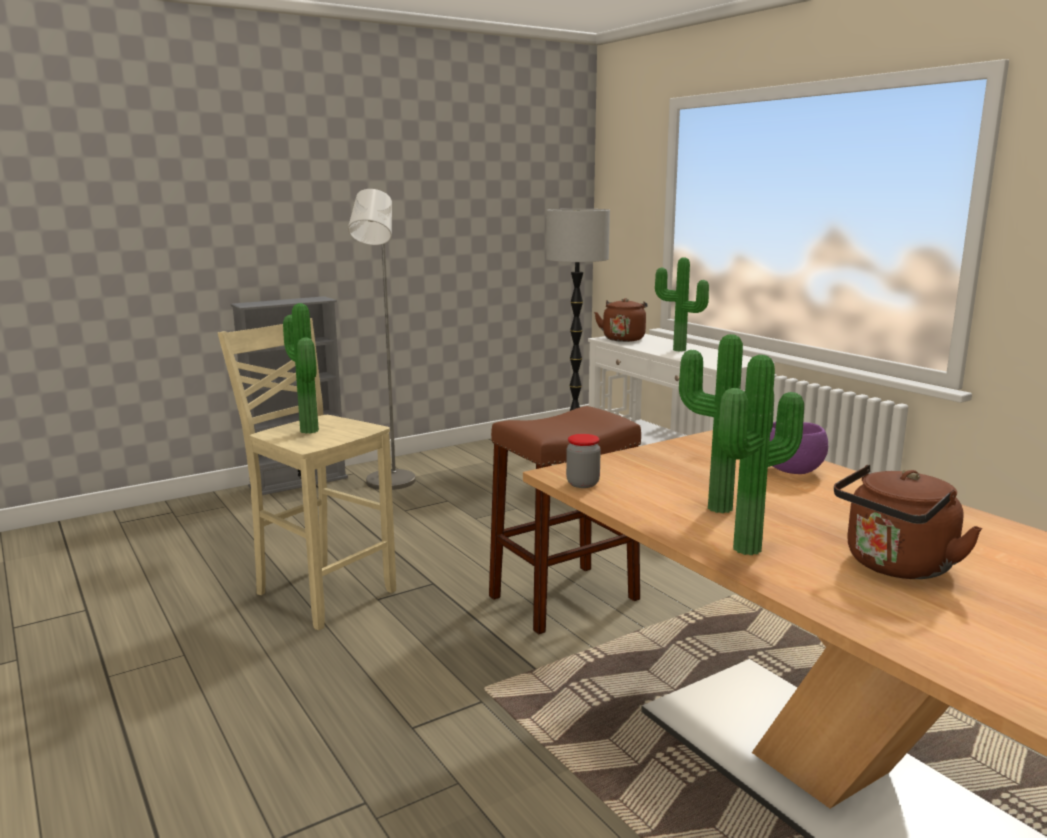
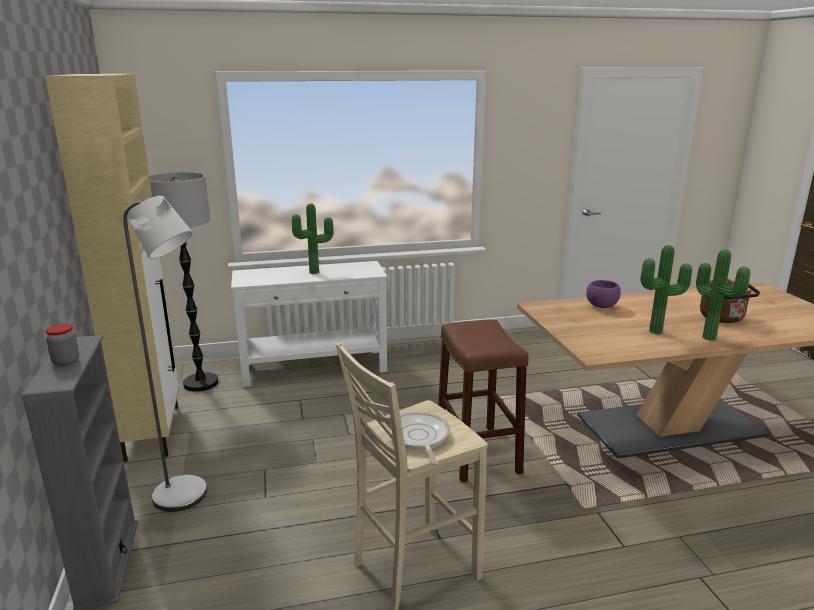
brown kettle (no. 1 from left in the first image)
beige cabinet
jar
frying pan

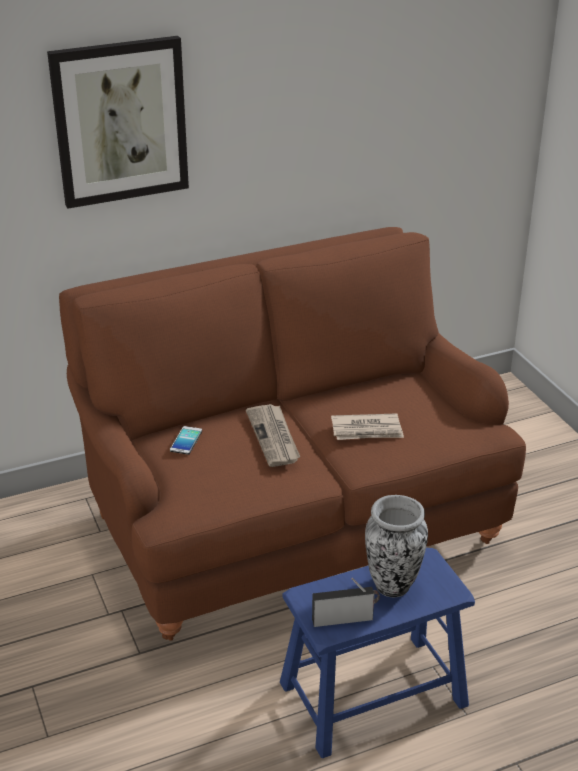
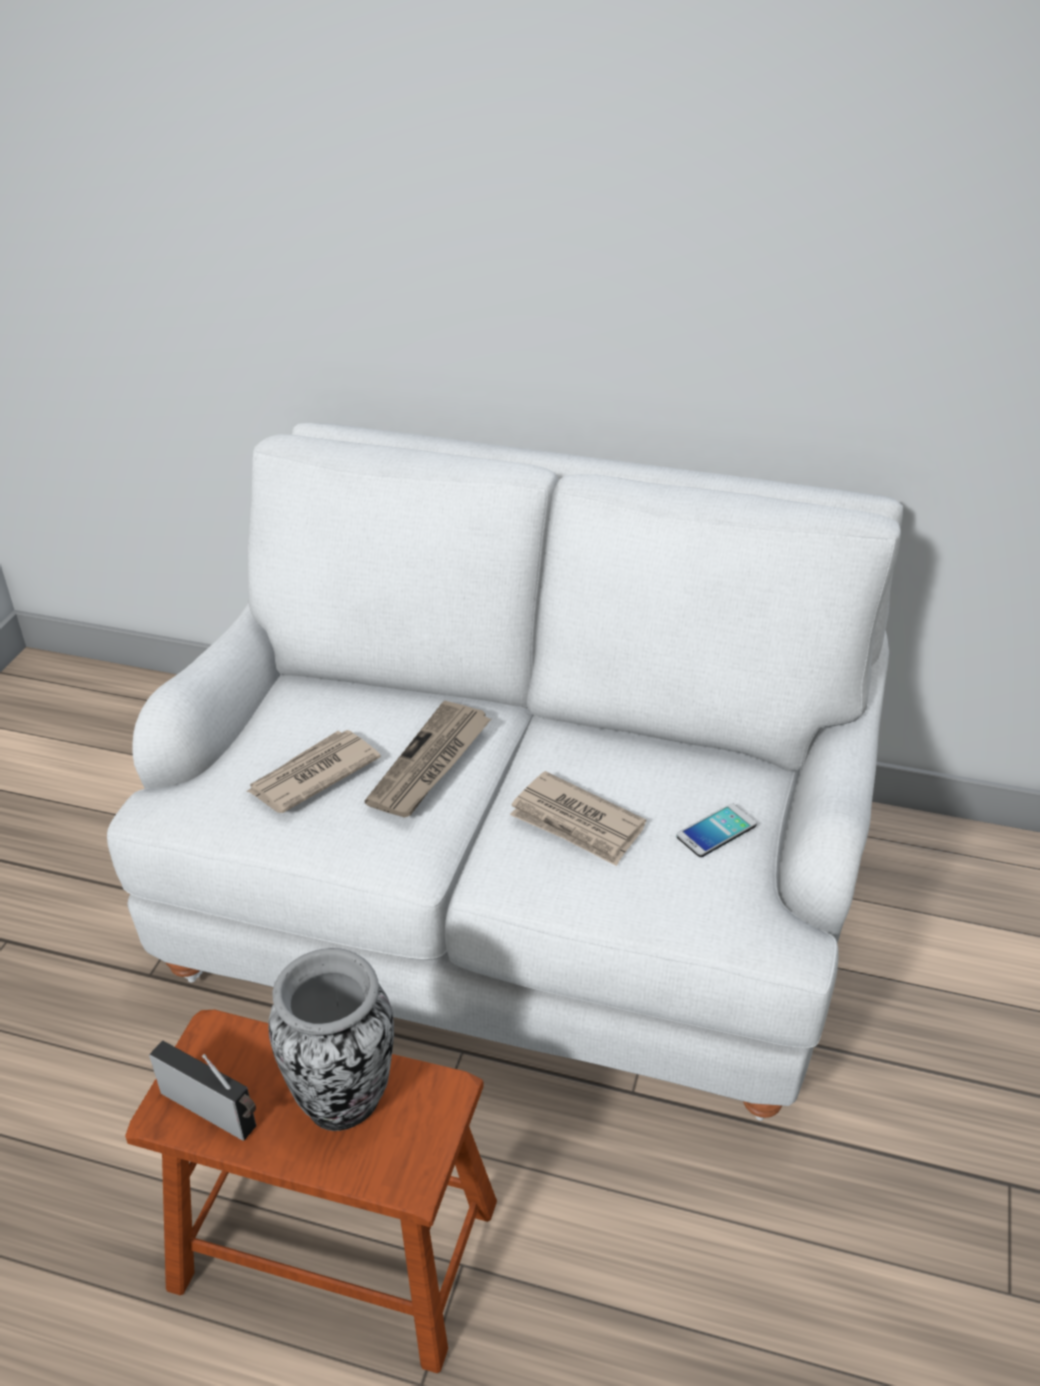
picture
newspaper (no. 1 from left)
phone
white sofa
brown stool

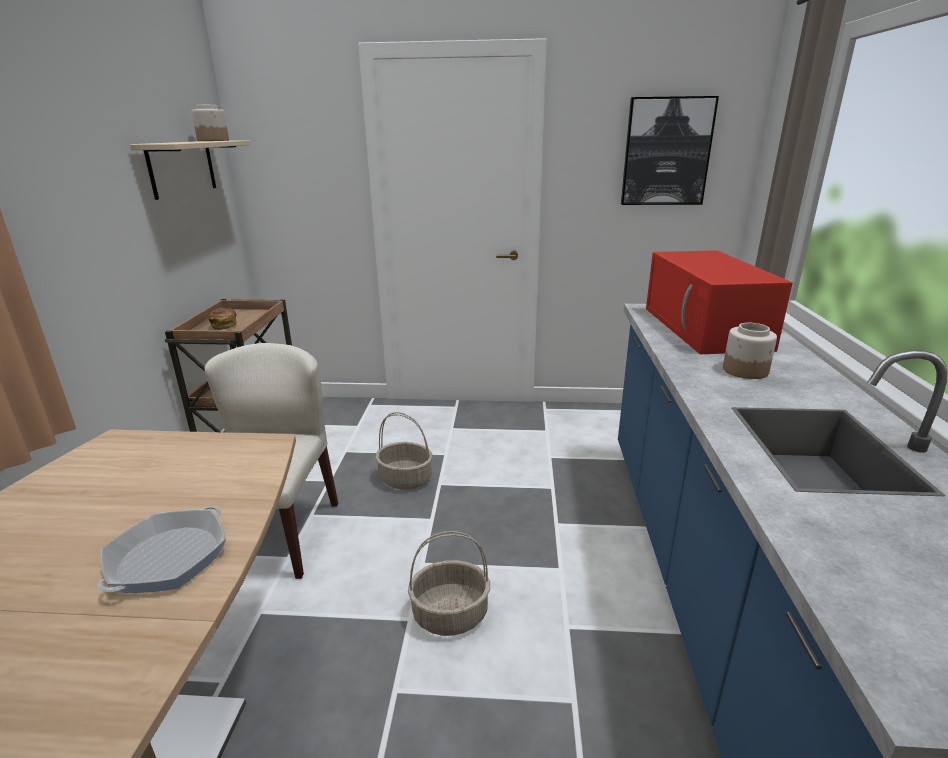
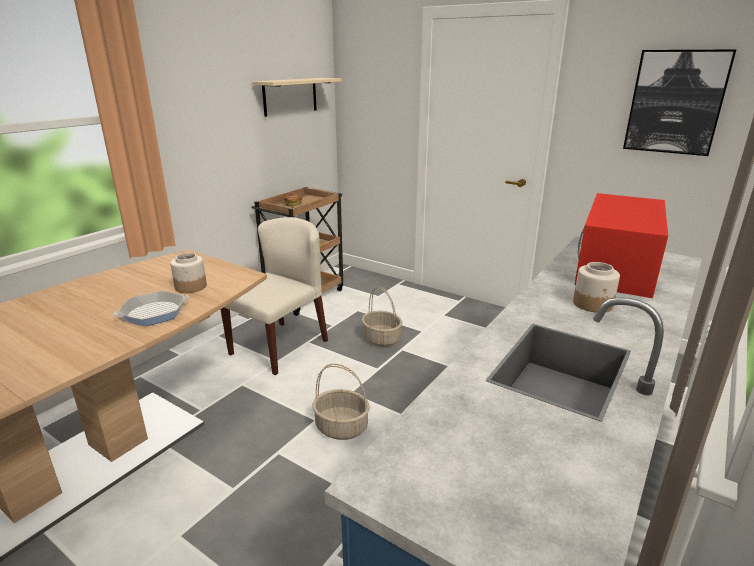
jar (no. 1 from left)

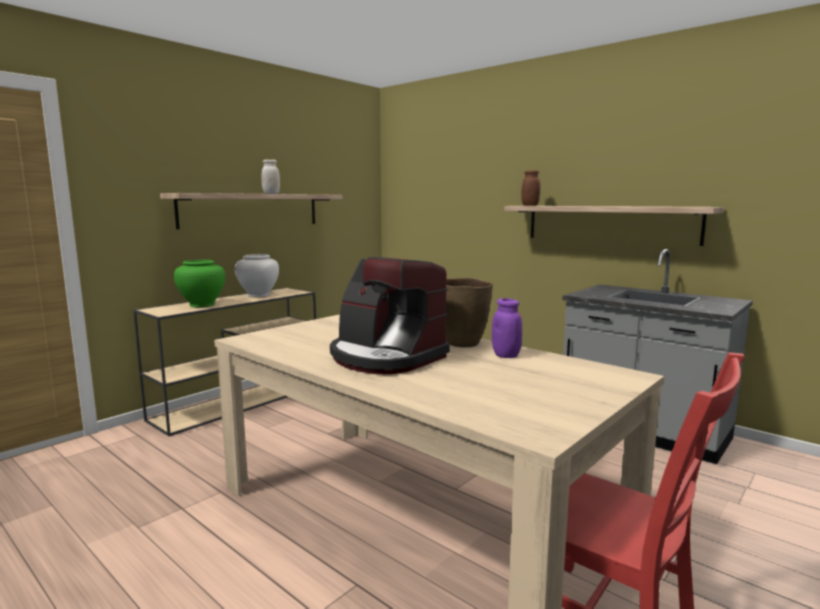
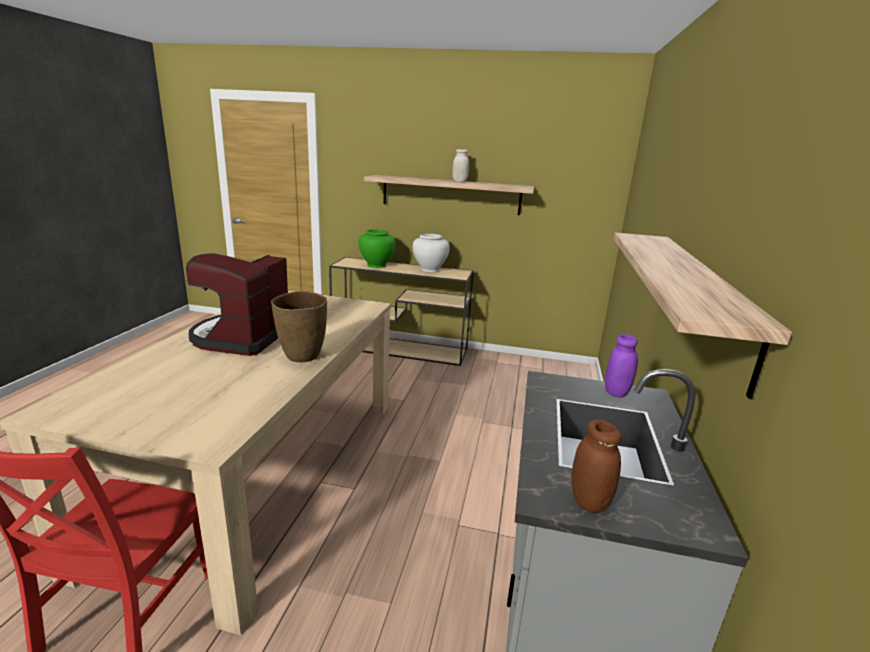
purple jar
brown jar

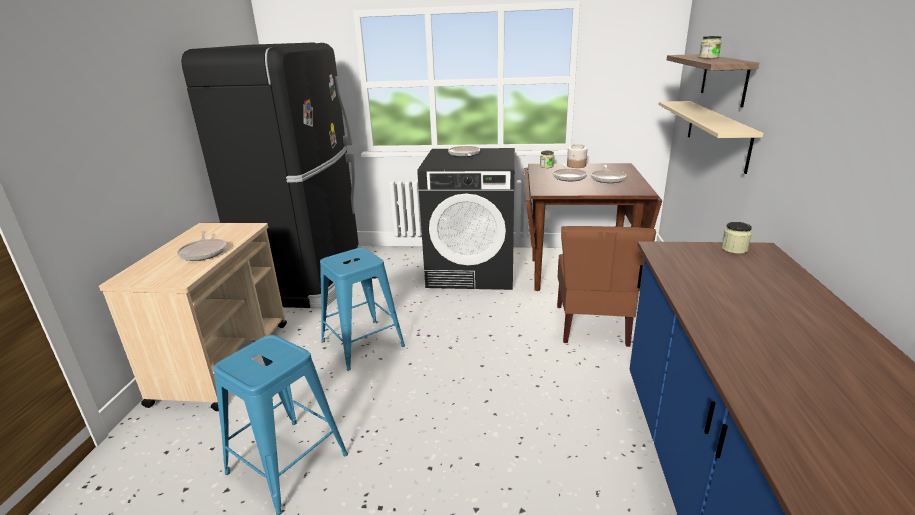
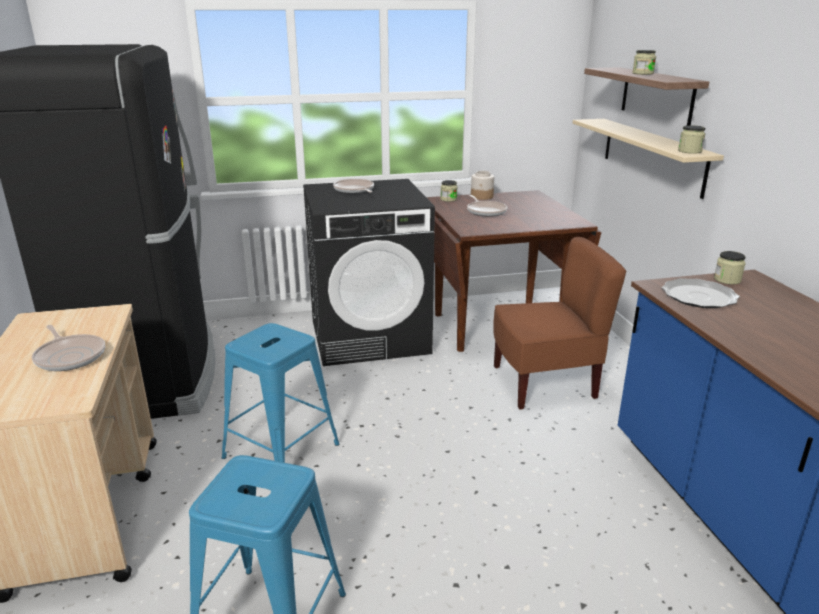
frying pan (no. 4 from left in the first image)
plate
jar (no. 4 from left)
brown chair

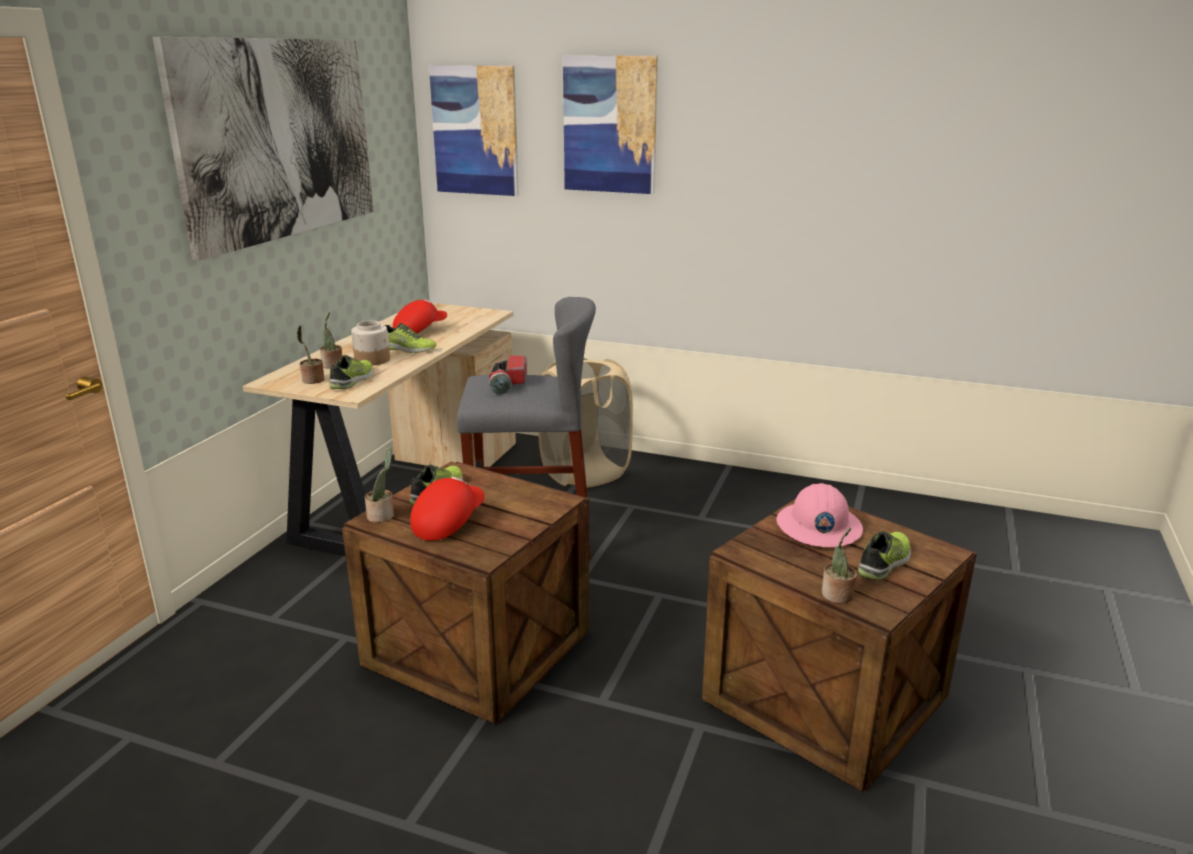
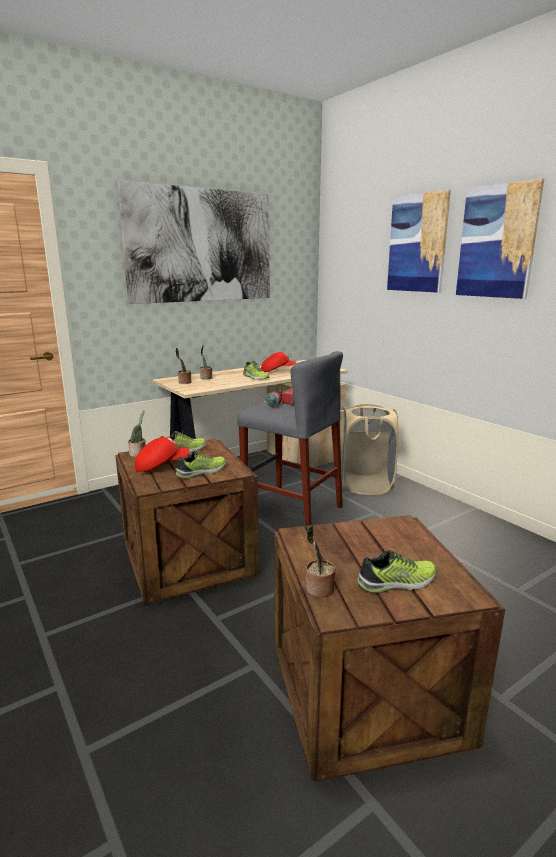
jar
pink hard hat
shoe (no. 2 from left)
picture (no. 3 from left)

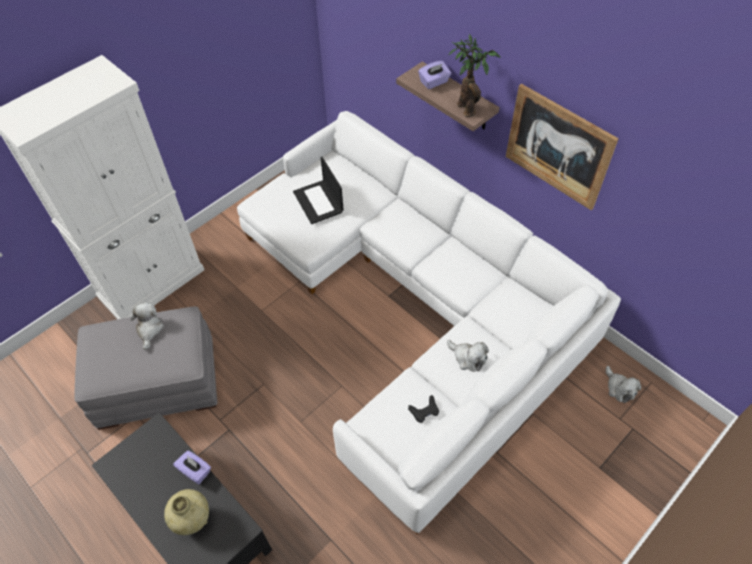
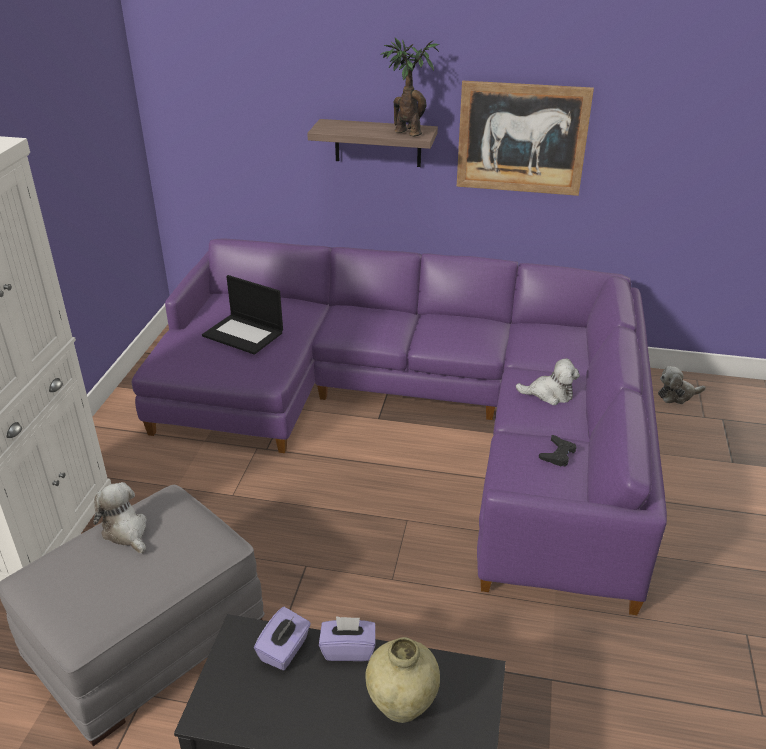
purple tissue box (no. 1 from left)
purple sofa
plush toy (no. 3 from left)

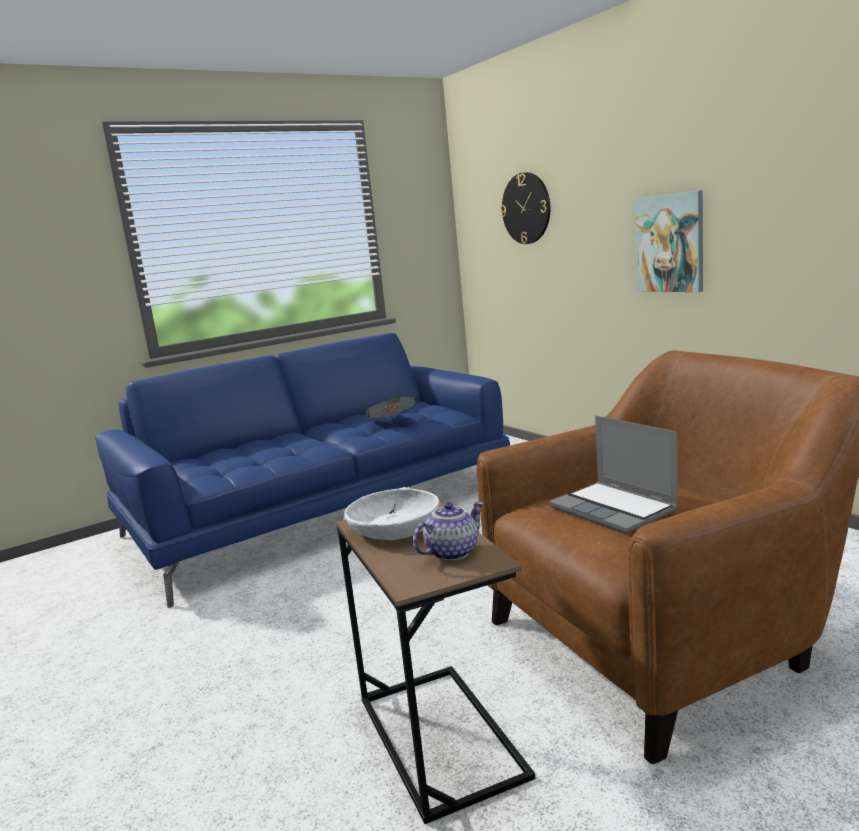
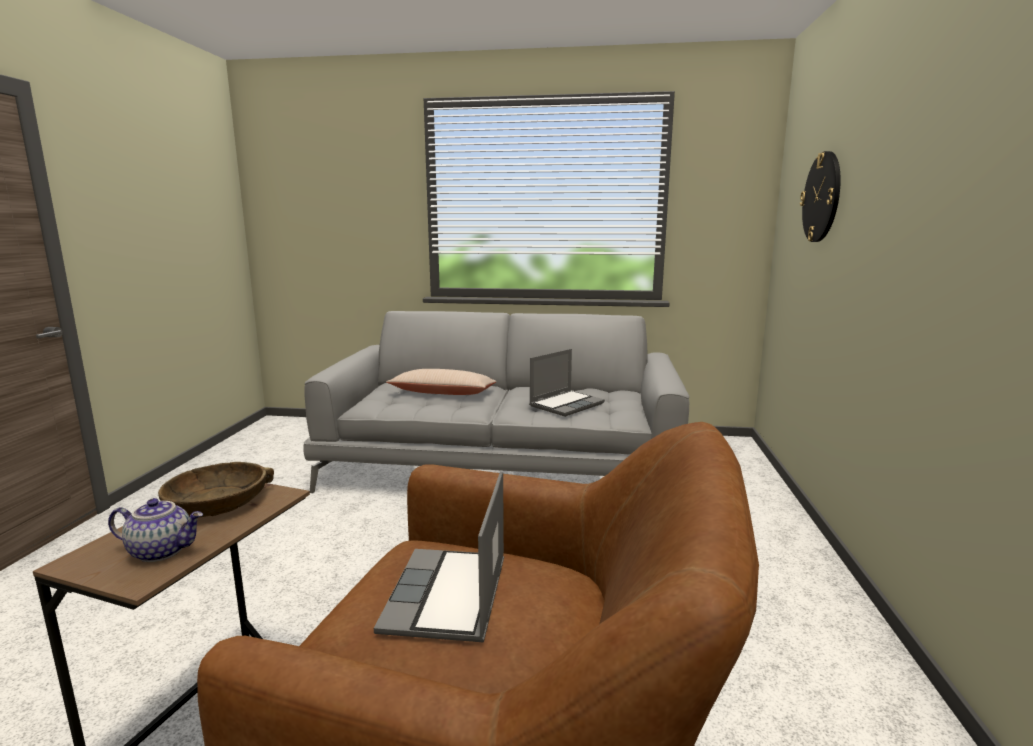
picture
beige pillow
laptop (no. 2 from left)
grey sofa
brown bowl

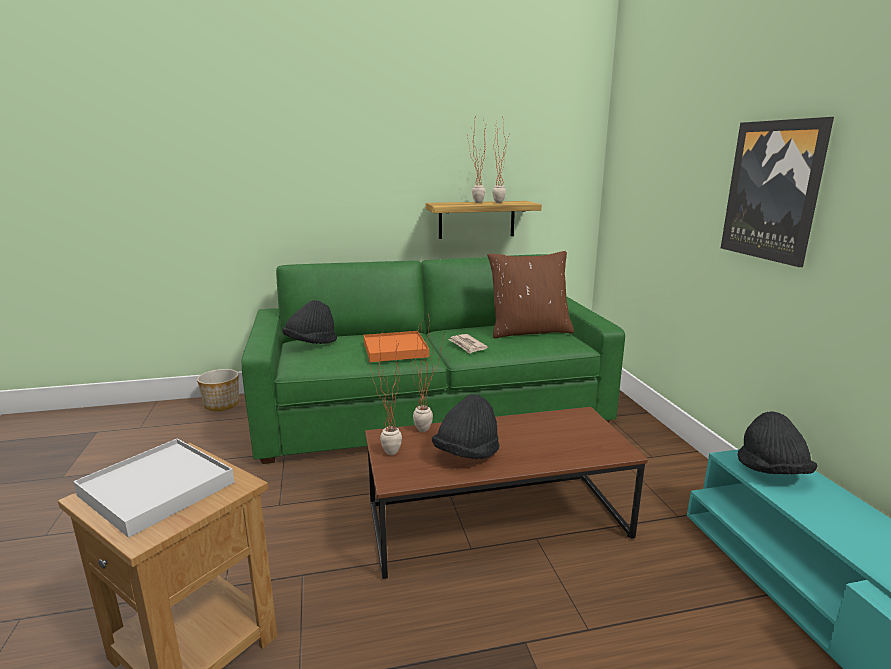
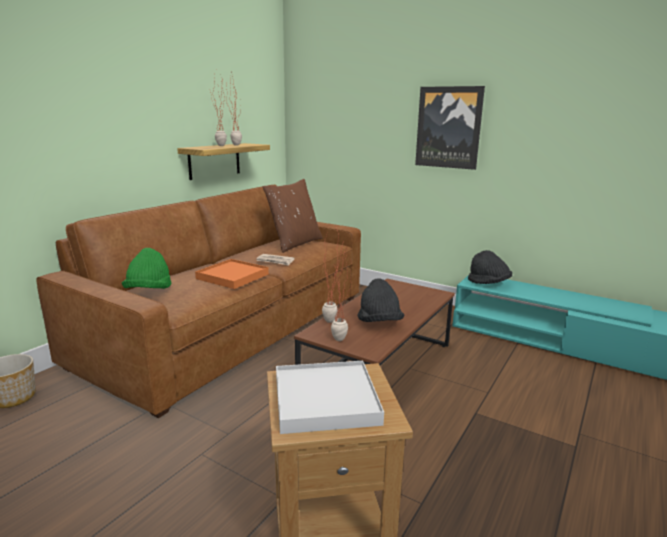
brown sofa
green hat

